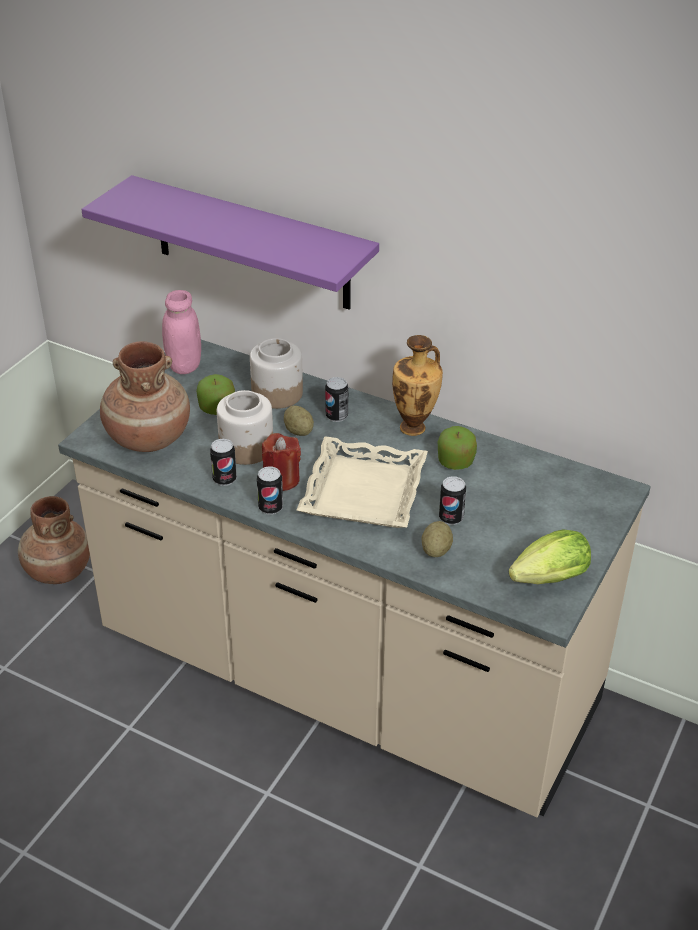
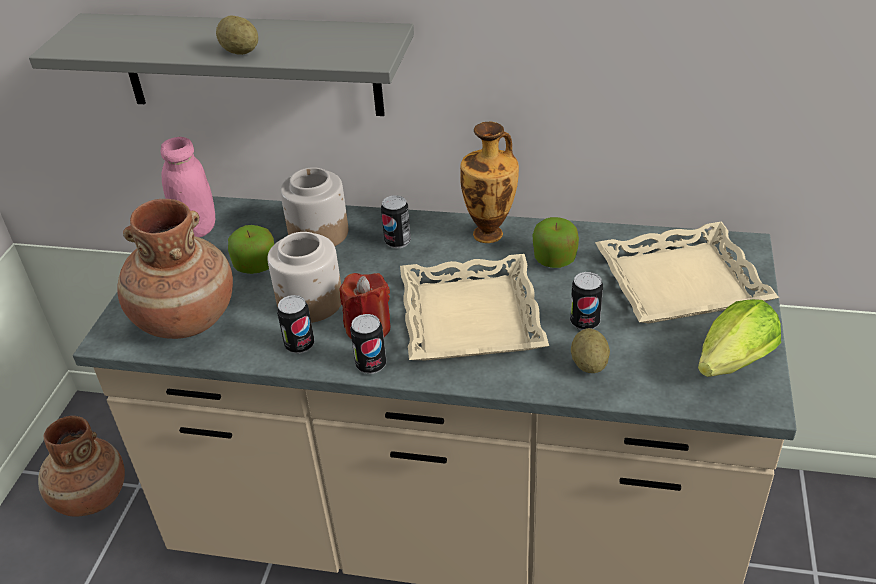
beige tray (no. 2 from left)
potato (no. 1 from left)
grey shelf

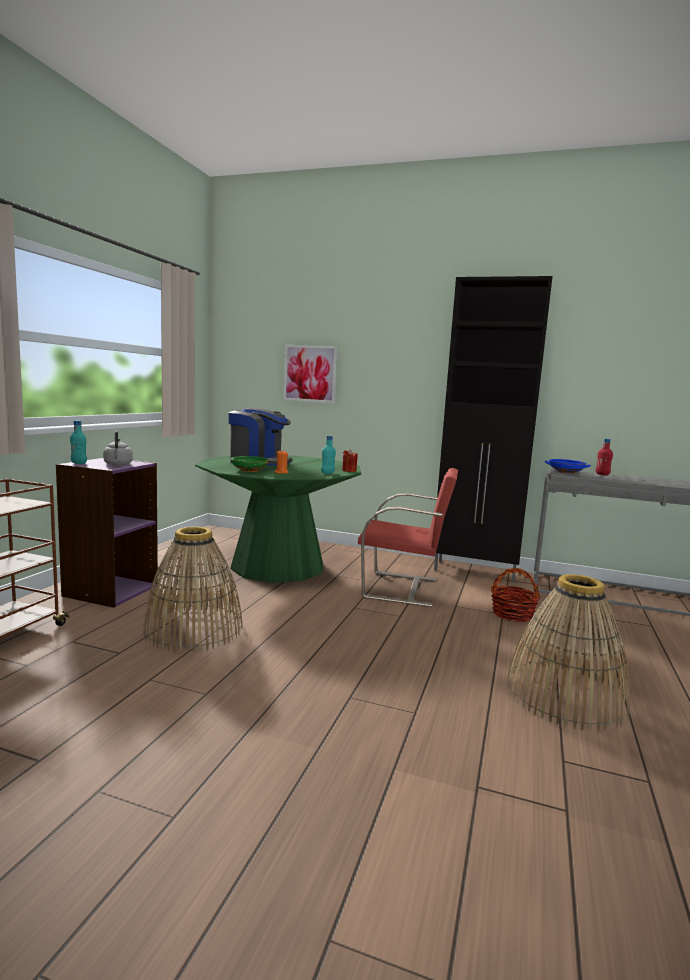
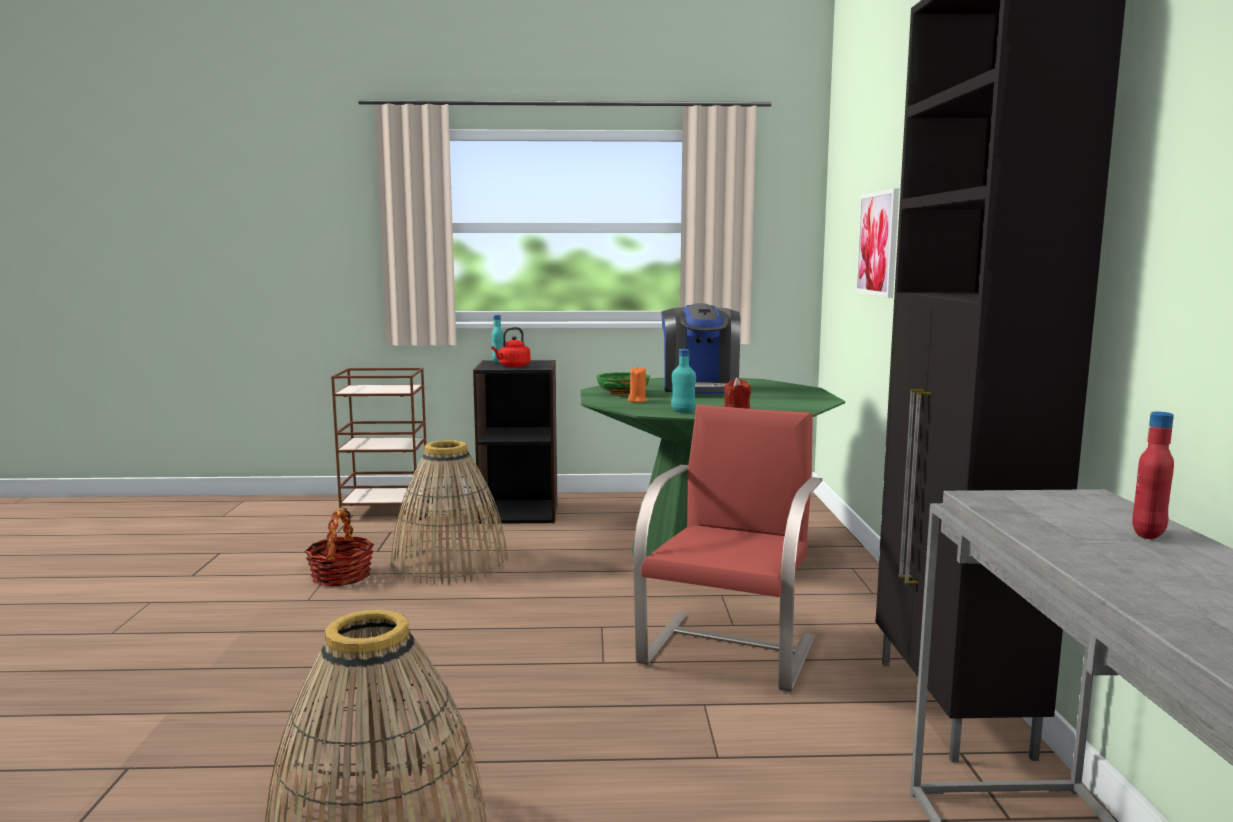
blue bowl
basket (no. 1 from left)
black bookcase
red kettle
red chair

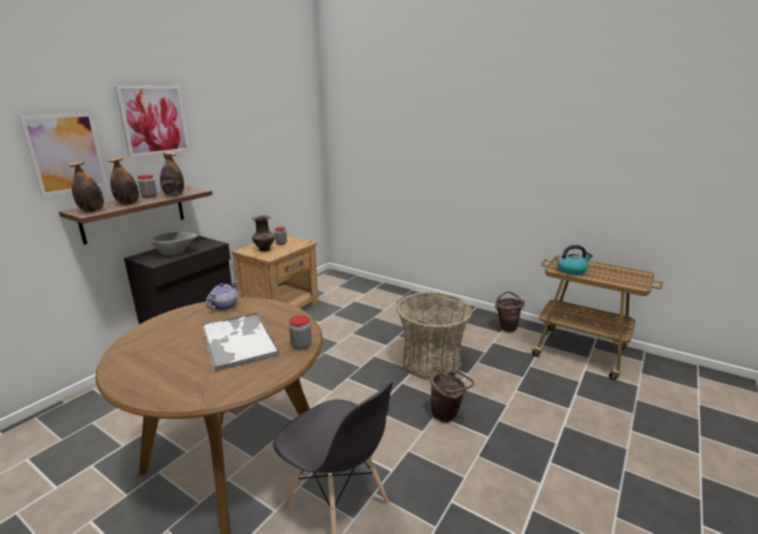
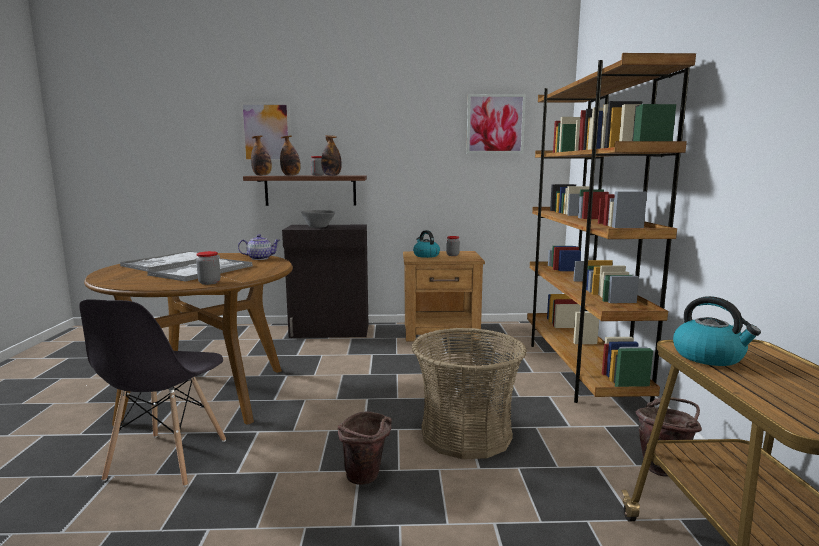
tray (no. 1 from left)
brown bookcase
picture (no. 2 from left)
kettle (no. 1 from left)

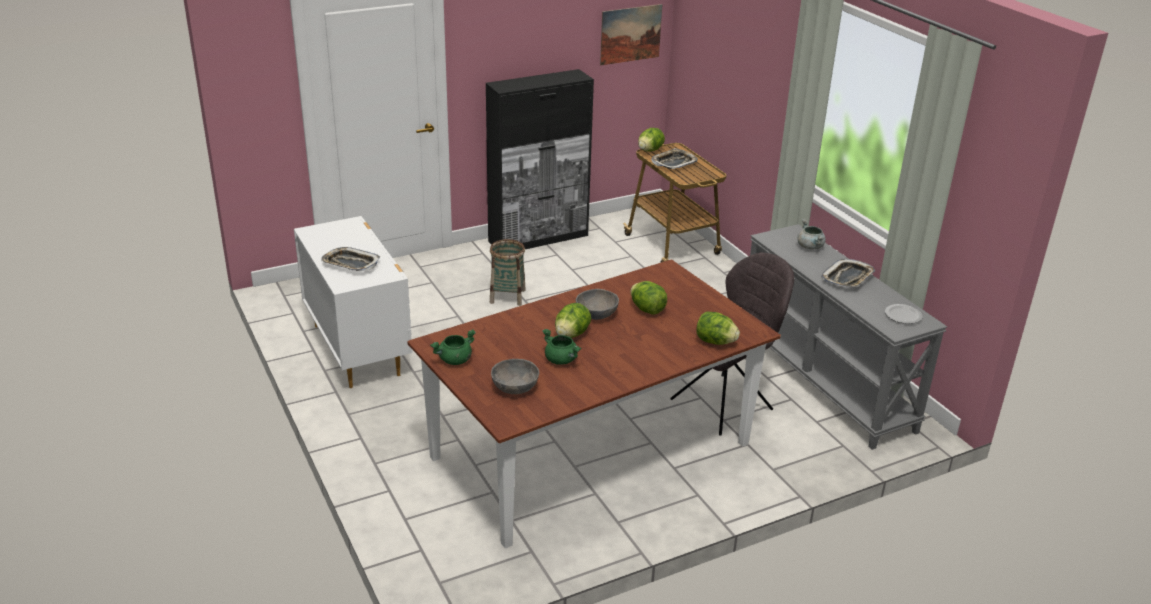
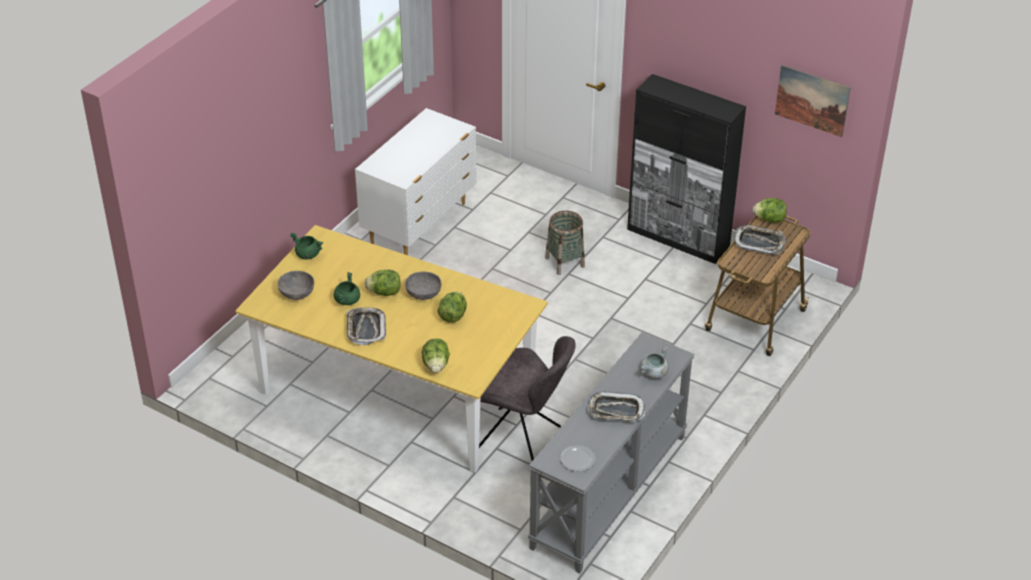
tray (no. 1 from left)
yellow dining table

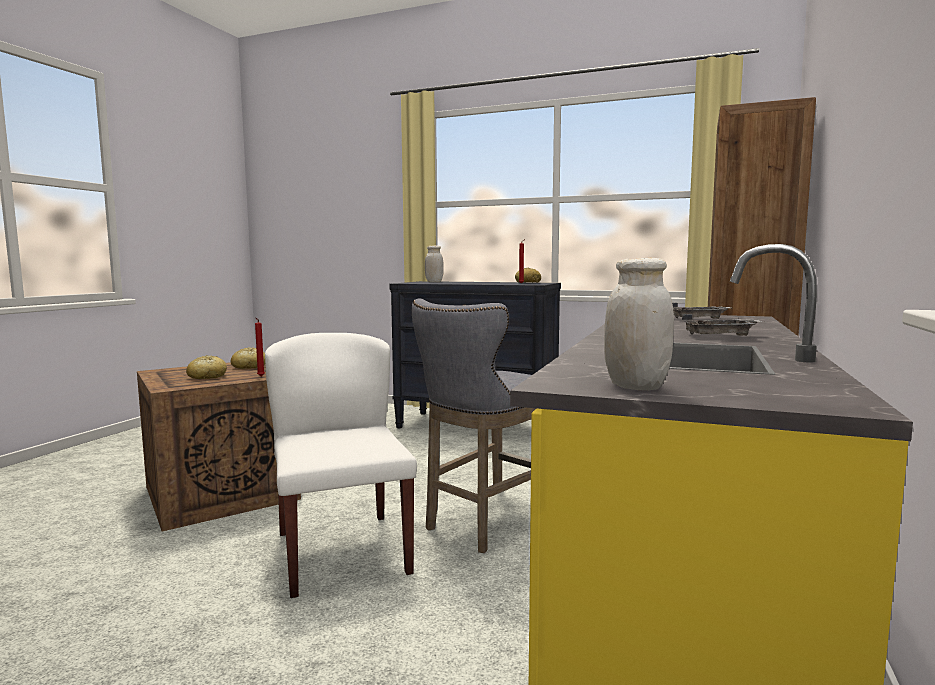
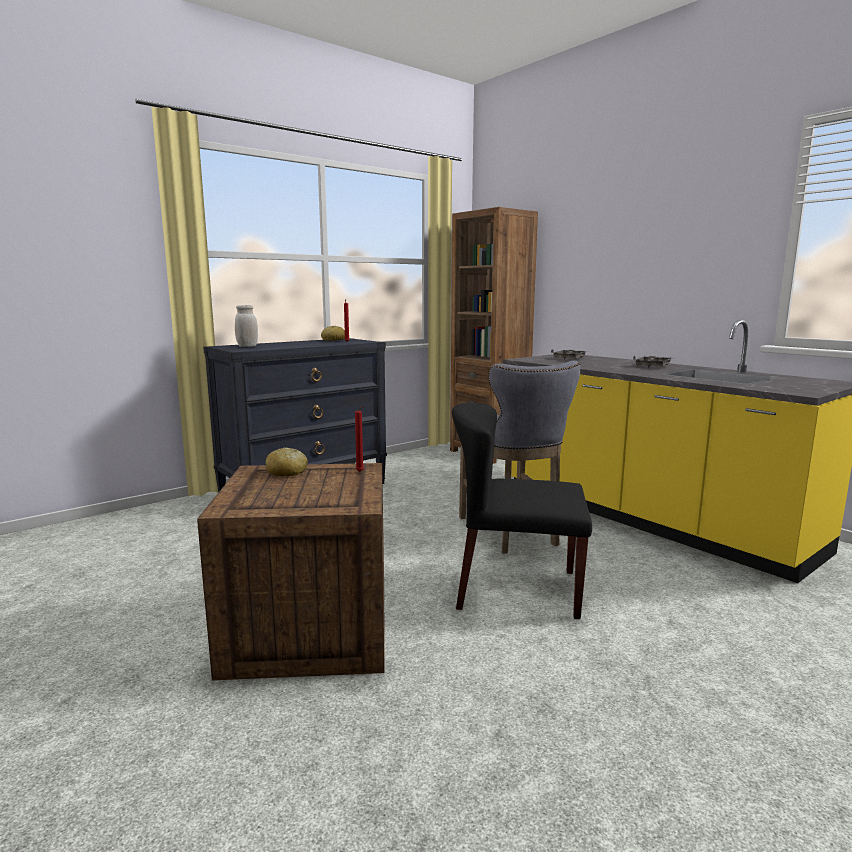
bread (no. 1 from left in the first image)
white jar (no. 2 from left in the first image)
black chair

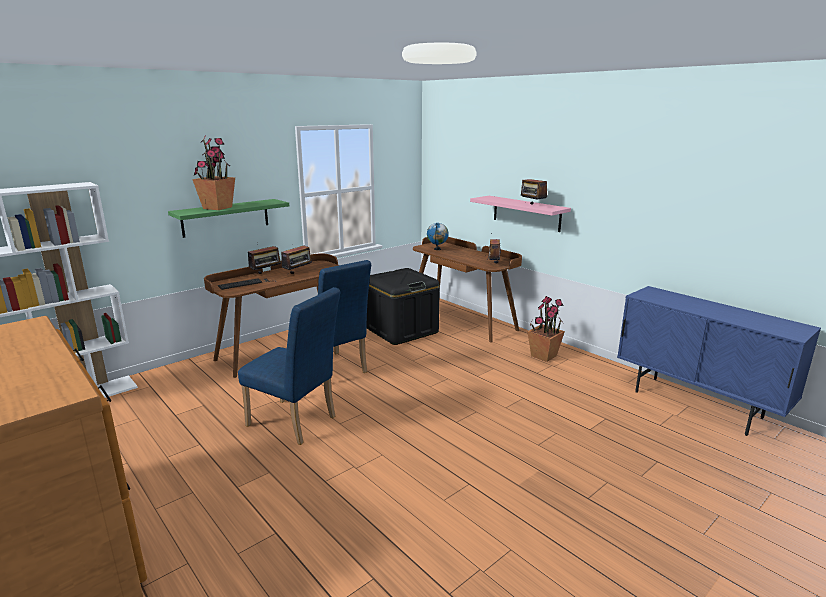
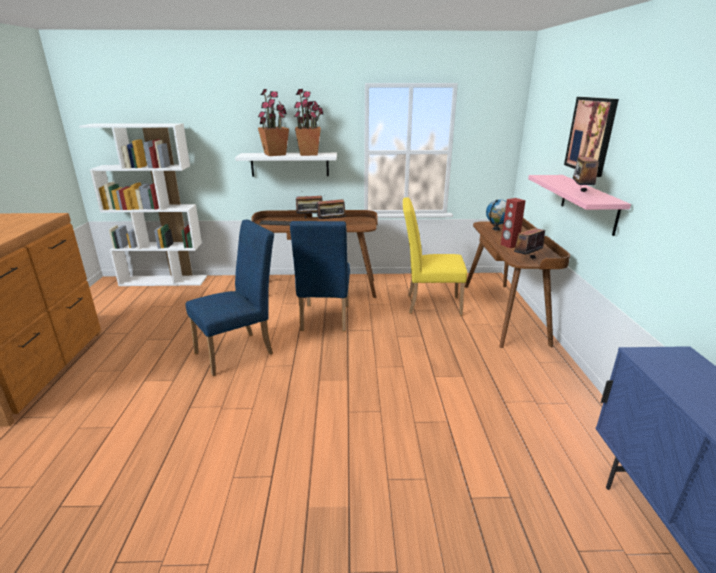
red speaker
picture
potted plant (no. 2 from left)
yellow chair
white shelf
blue chair (no. 1 from left)

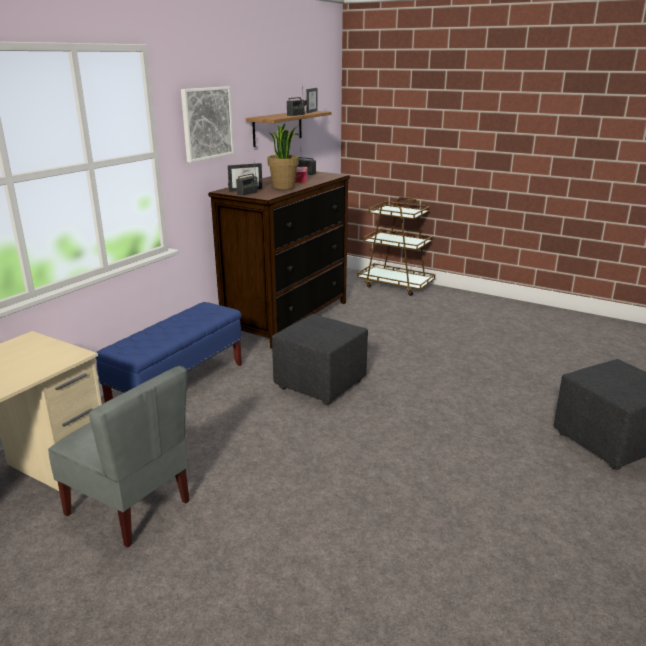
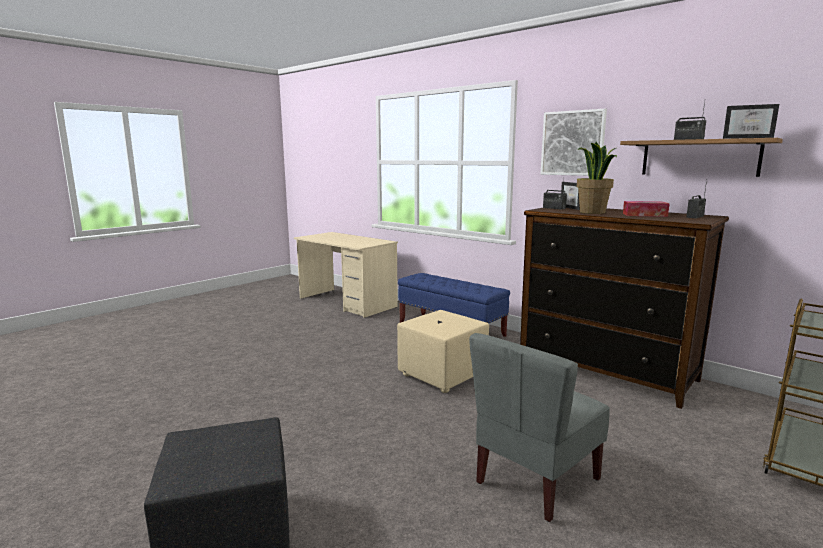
grey chair
beige ottoman

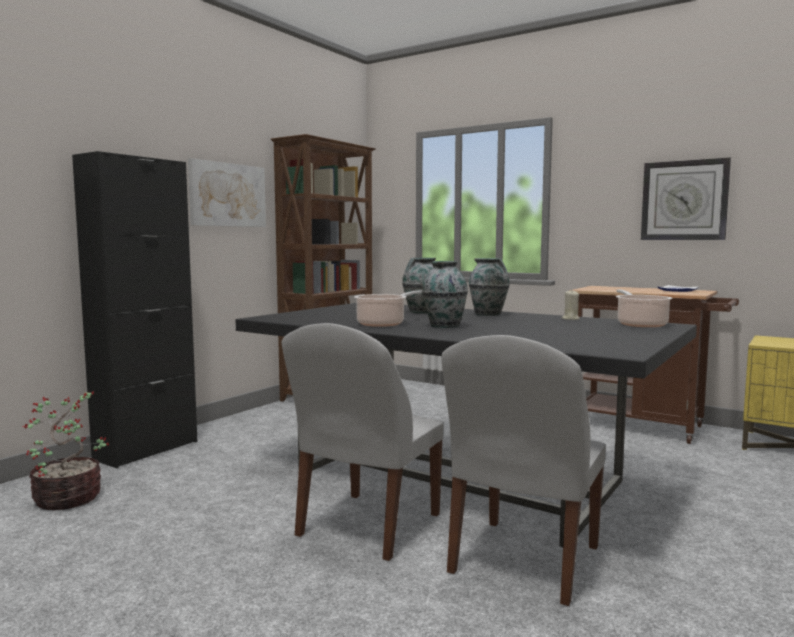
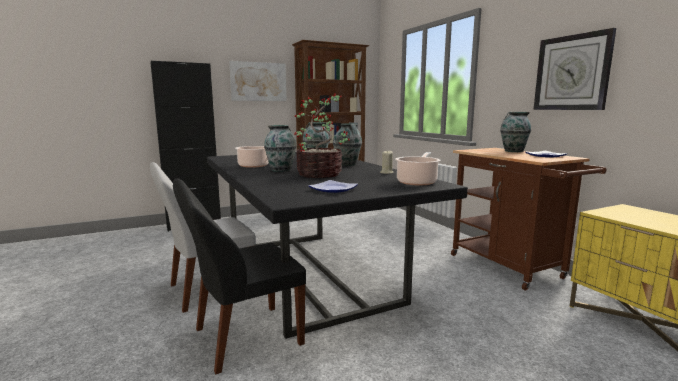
plate (no. 1 from left)
vase (no. 4 from left)
potted plant
black chair

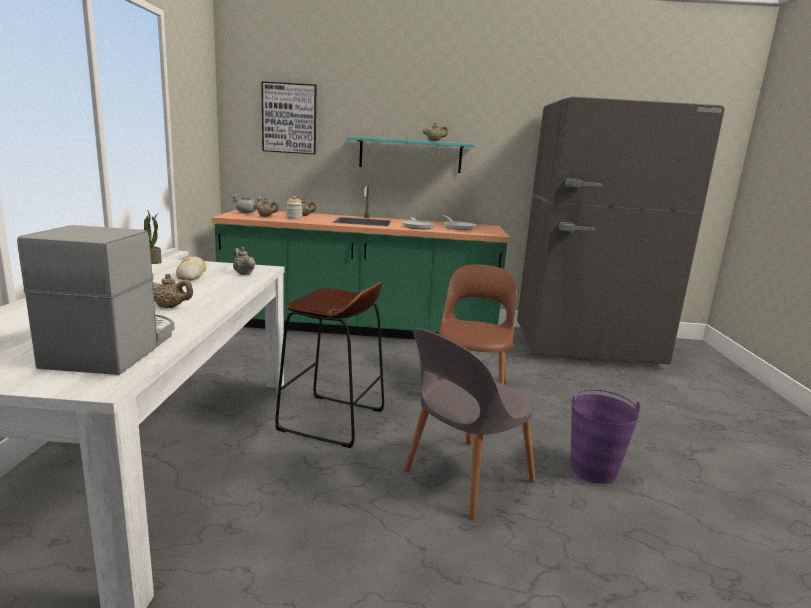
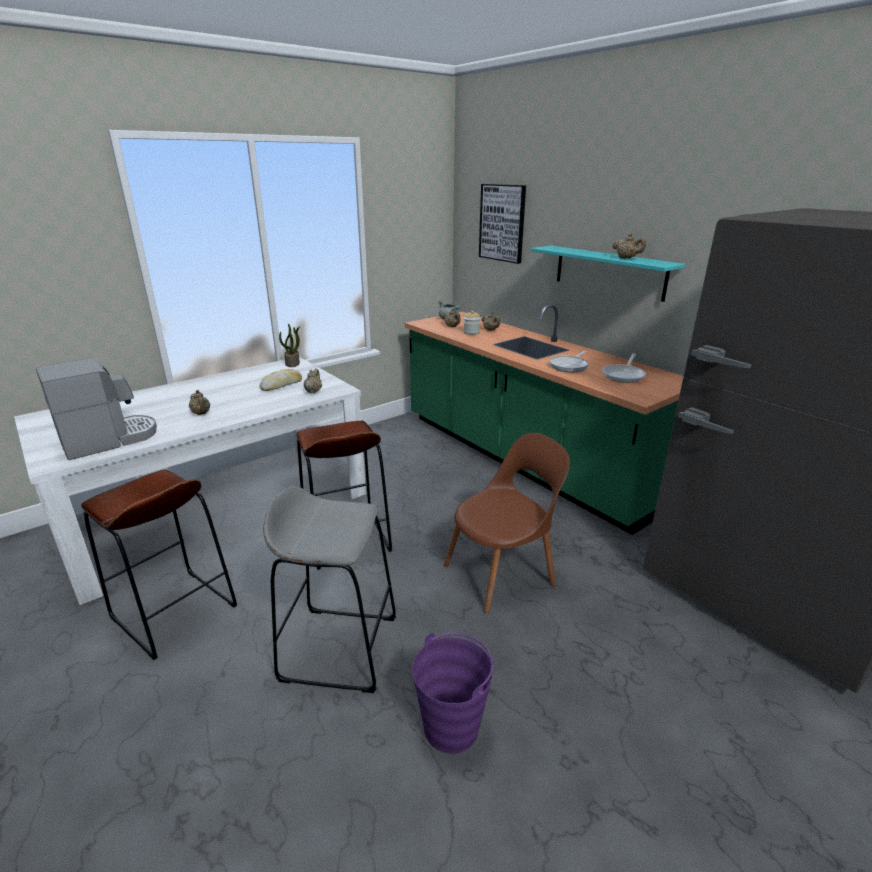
brown stool (no. 1 from left)
grey stool

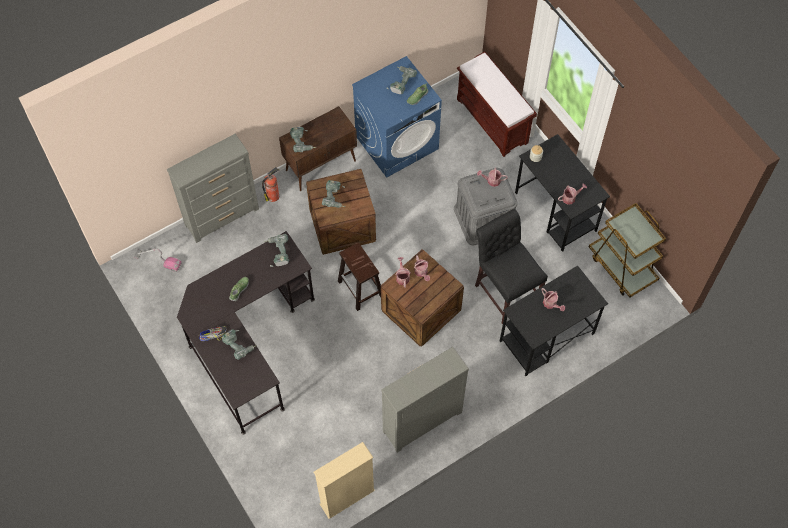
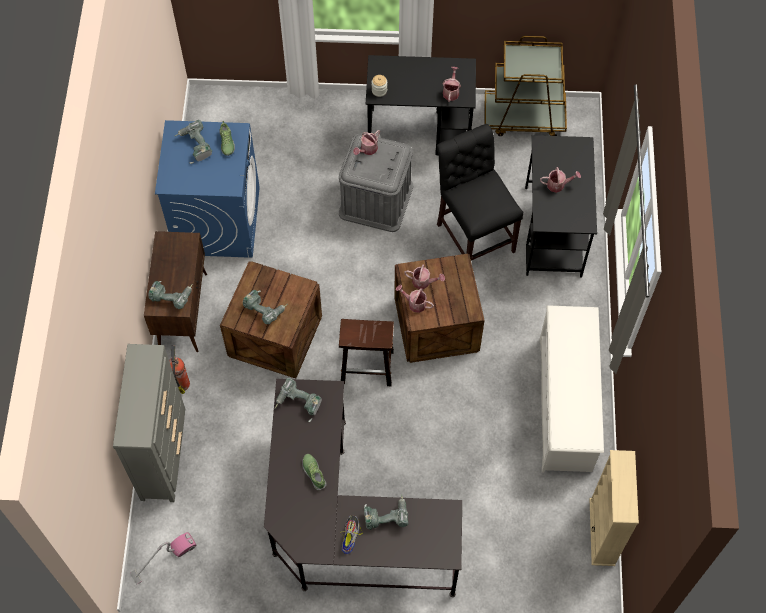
brown bench
white shoe rack
black chair

